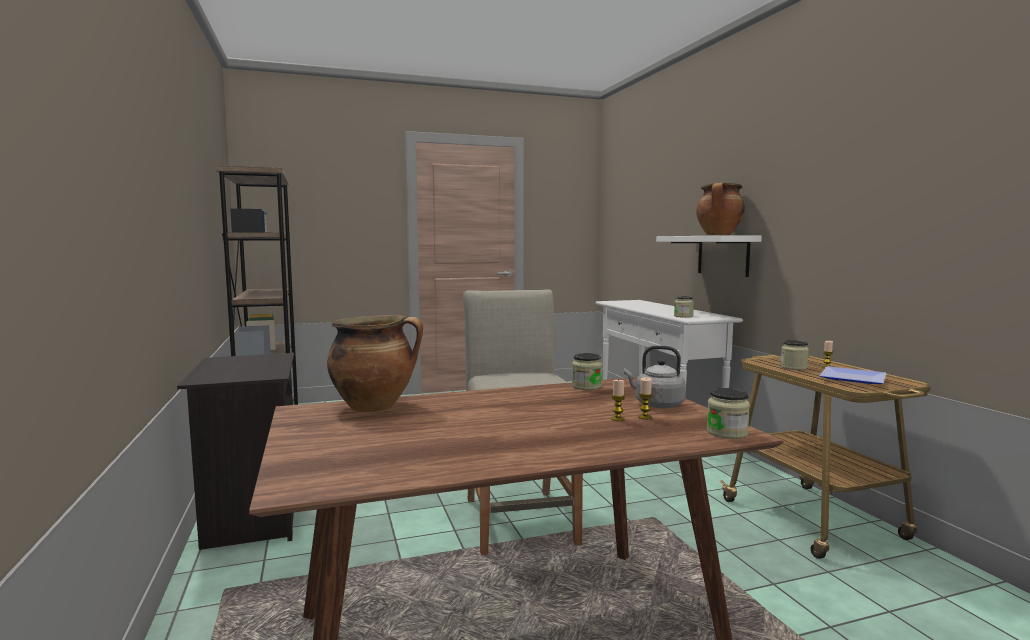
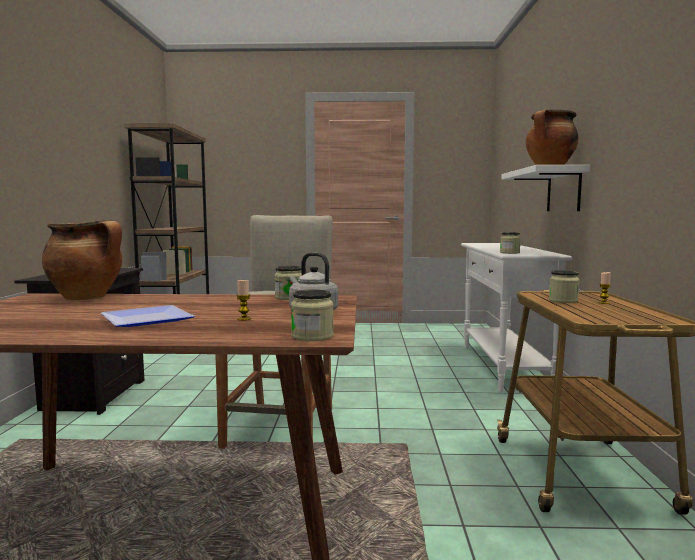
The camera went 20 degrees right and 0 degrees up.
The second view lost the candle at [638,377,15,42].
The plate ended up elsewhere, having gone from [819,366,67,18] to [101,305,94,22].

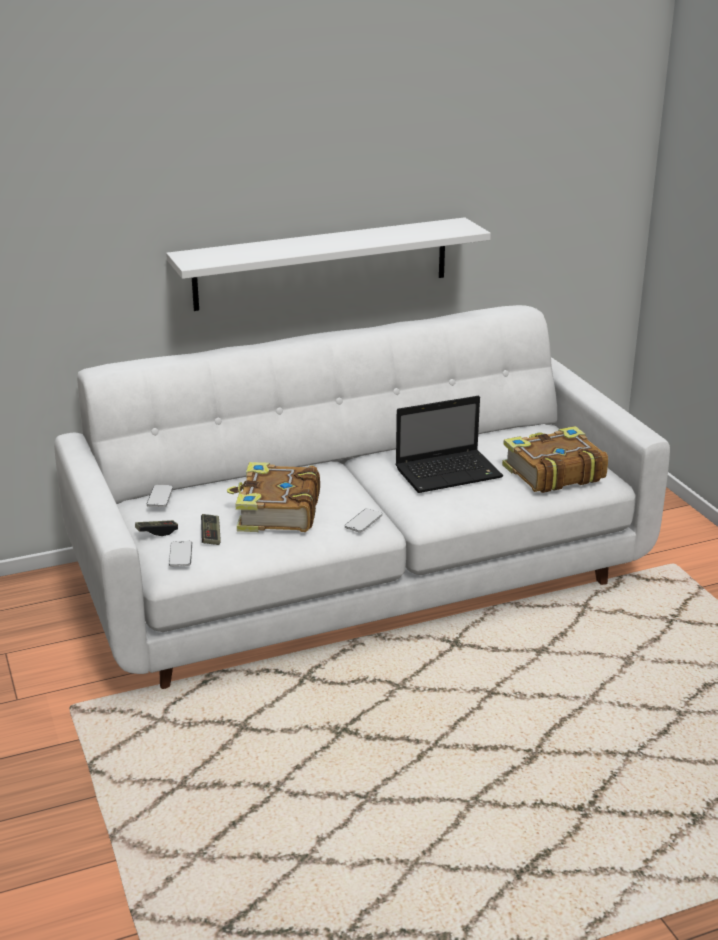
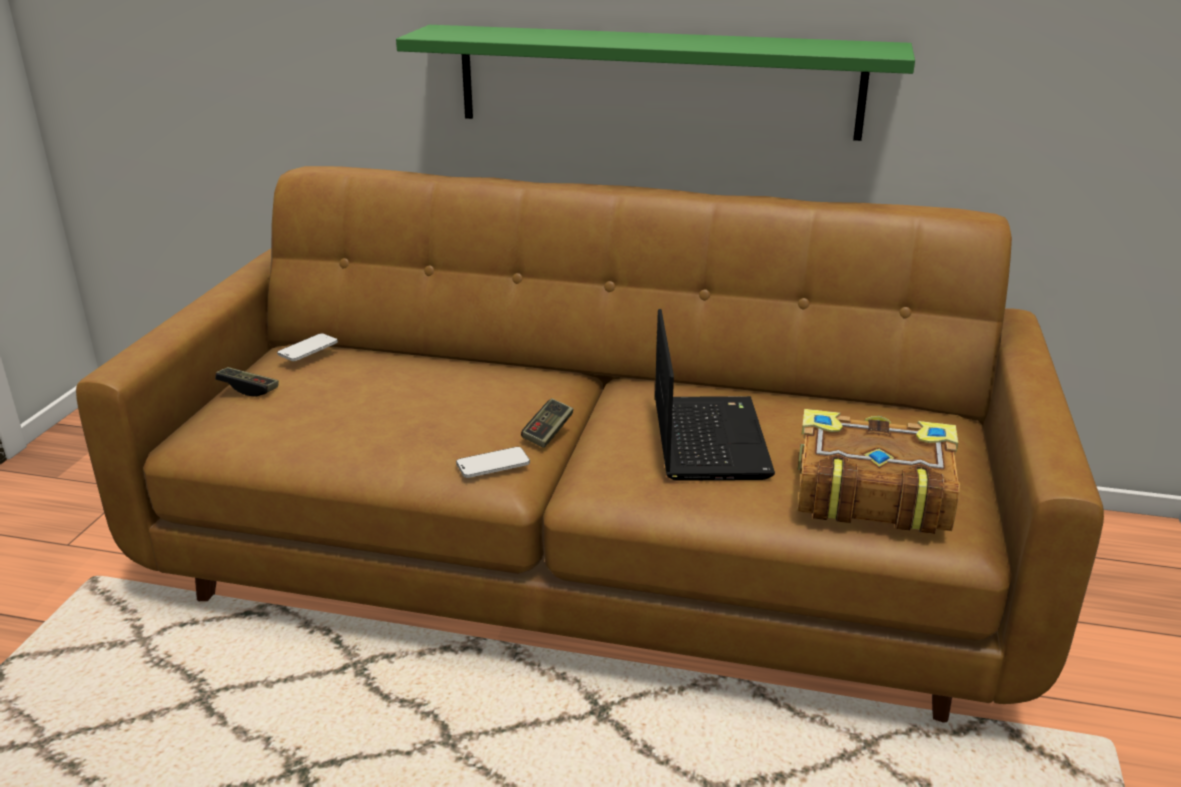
The camera went 35 degrees right and 0 degrees up.
The second view lost the phone at [169,541,23,26].
The second view lost the book at [227,462,93,70].
The game controller ended up elsewhere, having gone from [201,514,20,31] to [521,398,52,50].
What was the white sofa at [54,305,616,384] turned into the brown sofa at [76,166,1028,557].
What was the white shelf at [166,217,325,94] turned into the green shelf at [396,25,519,116].
The laptop at [395,396,108,97] ended up facing another way, 105 degrees counterclockwise from before.

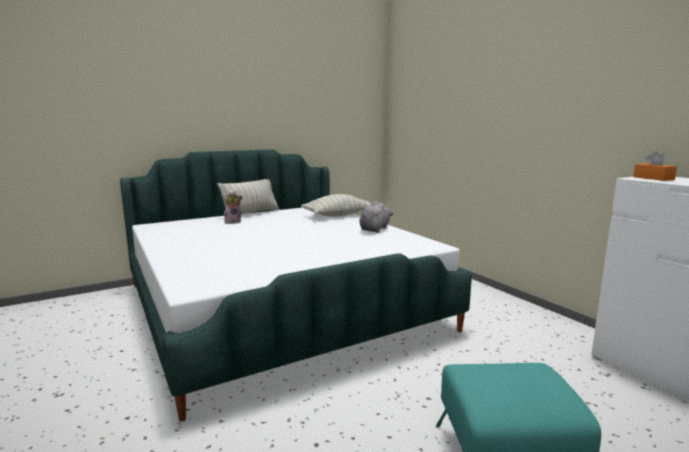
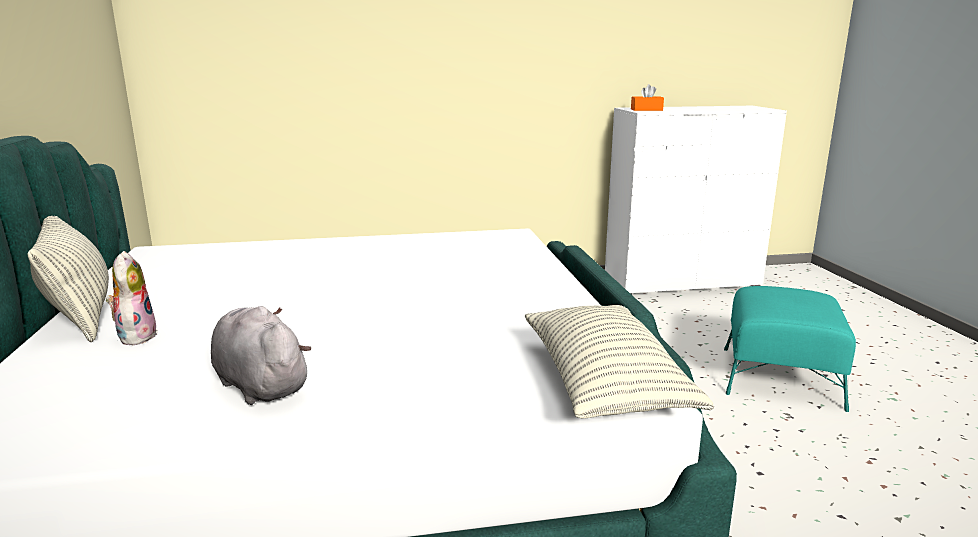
The camera went 70 degrees left and 5 degrees up.
The pillow ended up elsewhere, having gone from [301,194,70,23] to [525,305,189,114].
The grey plush toy ended up elsewhere, having gone from [360,201,33,32] to [211,306,100,99].

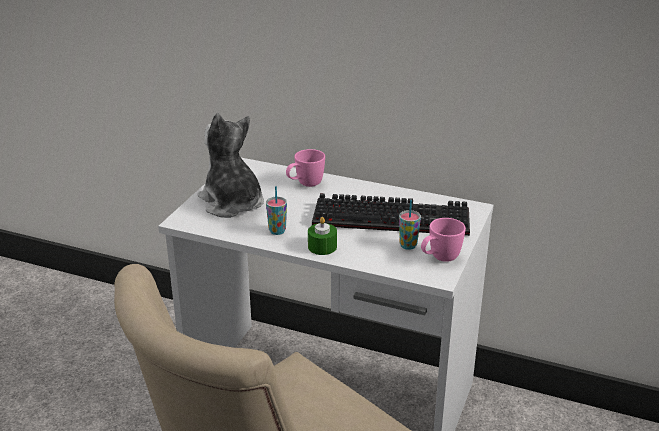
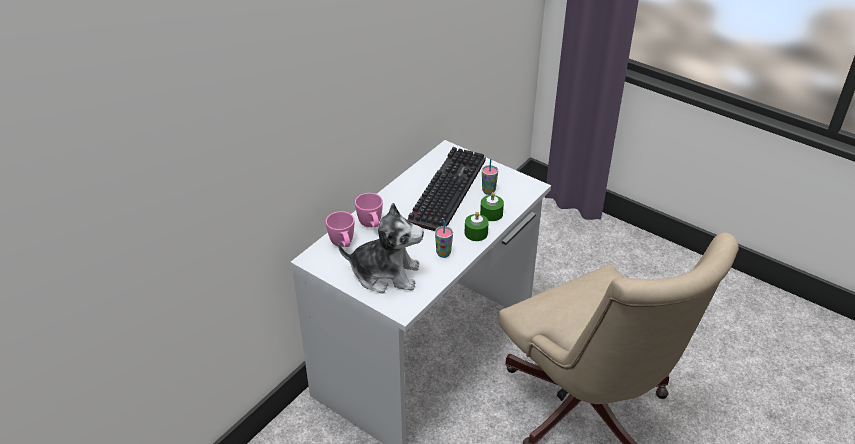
The camera went 75 degrees left and 10 degrees up.
The second view gained the green candle at [480,192,24,29].
The pink mug ended up elsewhere, having gone from [421,218,45,44] to [326,211,28,36].
The plush toy at [198,113,66,105] ended up facing another way, 150 degrees counterclockwise from before.

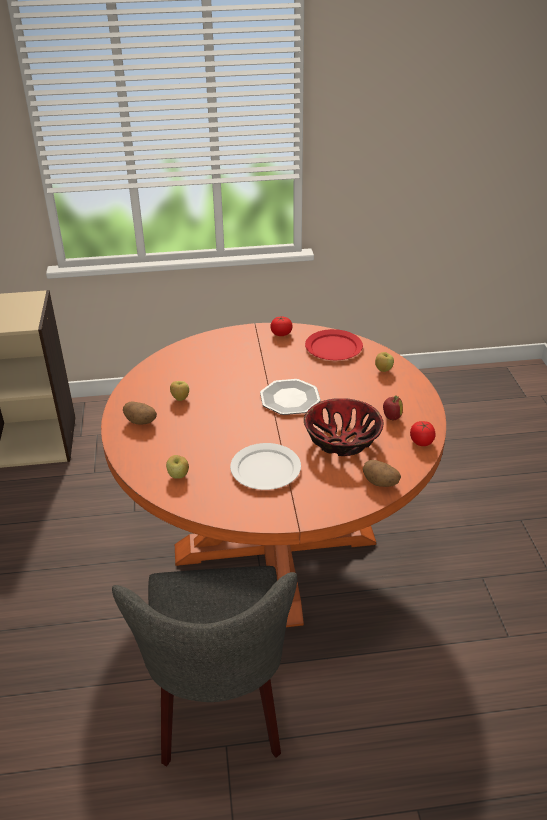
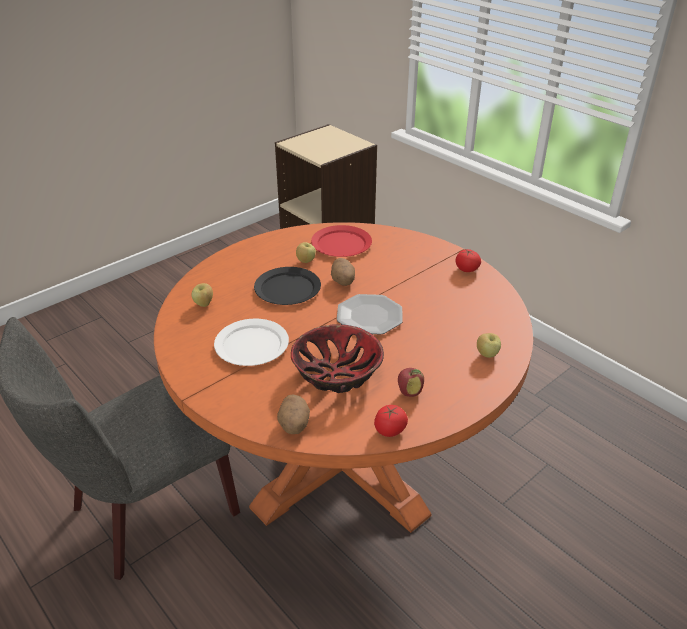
The camera went 55 degrees right and 0 degrees up.
The second view gained the black plate at [254,267,67,38].
The potato ended up elsewhere, having gone from [123,401,34,24] to [331,258,24,28].
The red plate ended up elsewhere, having gone from [305,329,58,31] to [311,225,61,32].

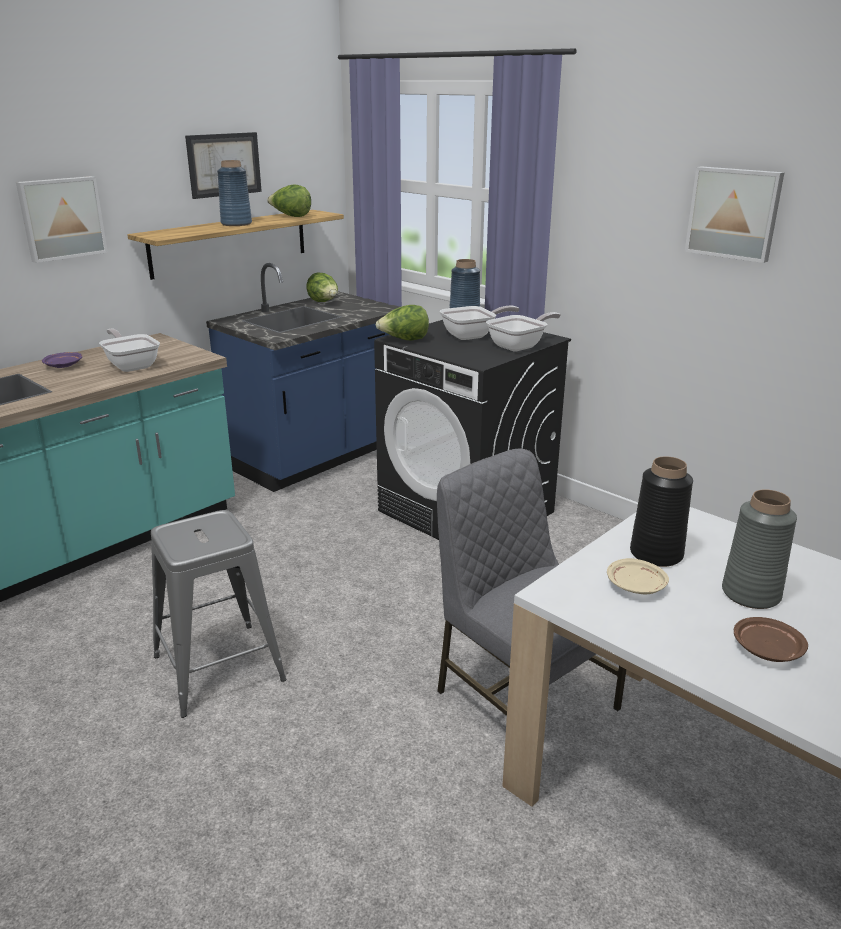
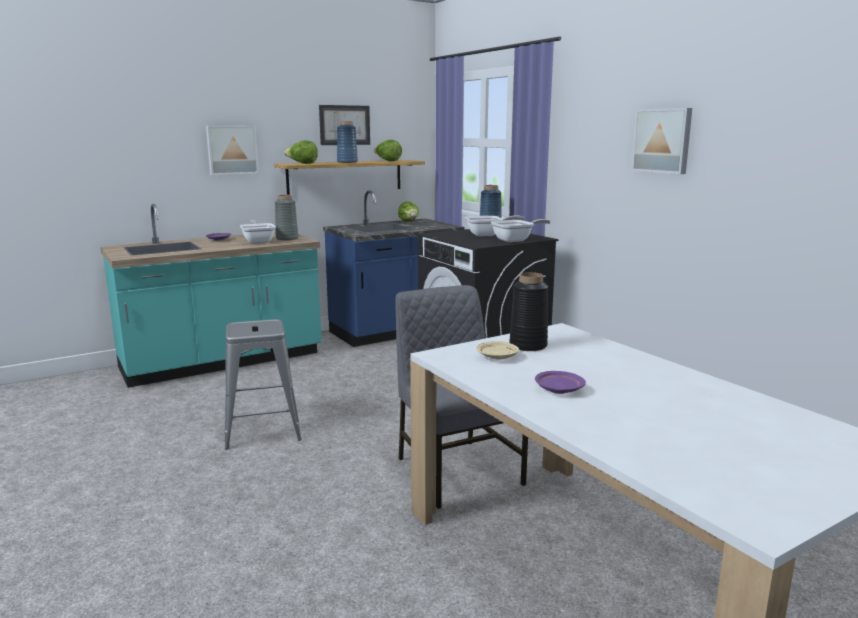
The camera went 15 degrees right and 10 degrees down.
The lettuce ended up elsewhere, having gone from [376,305,53,35] to [284,140,34,24].
The grey vase ended up elsewhere, having gone from [722,489,75,120] to [275,195,23,45].
What was the brown plate at [734,617,74,45] turned into the purple plate at [535,371,51,23].

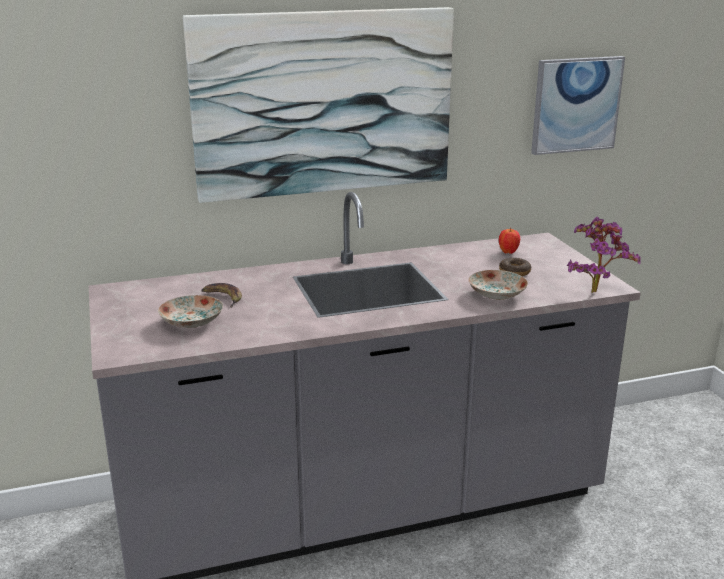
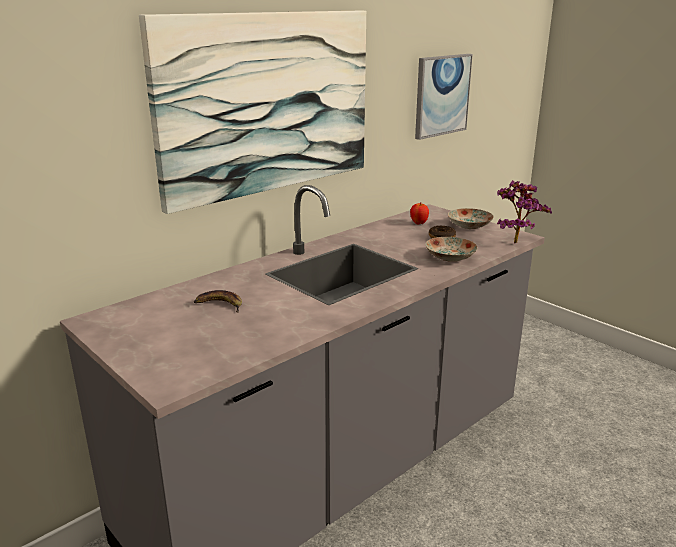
The camera went 25 degrees left and 0 degrees up.
The plate ended up elsewhere, having gone from [158,295,65,33] to [448,208,46,21].

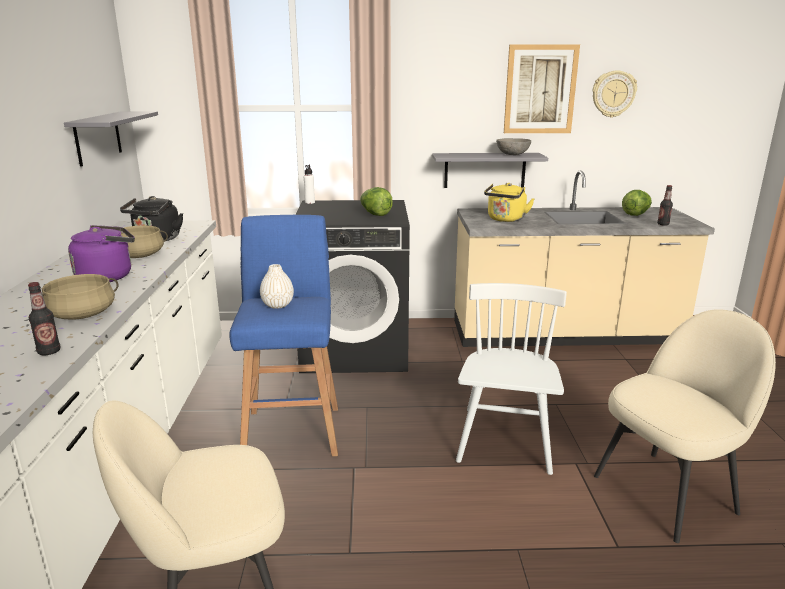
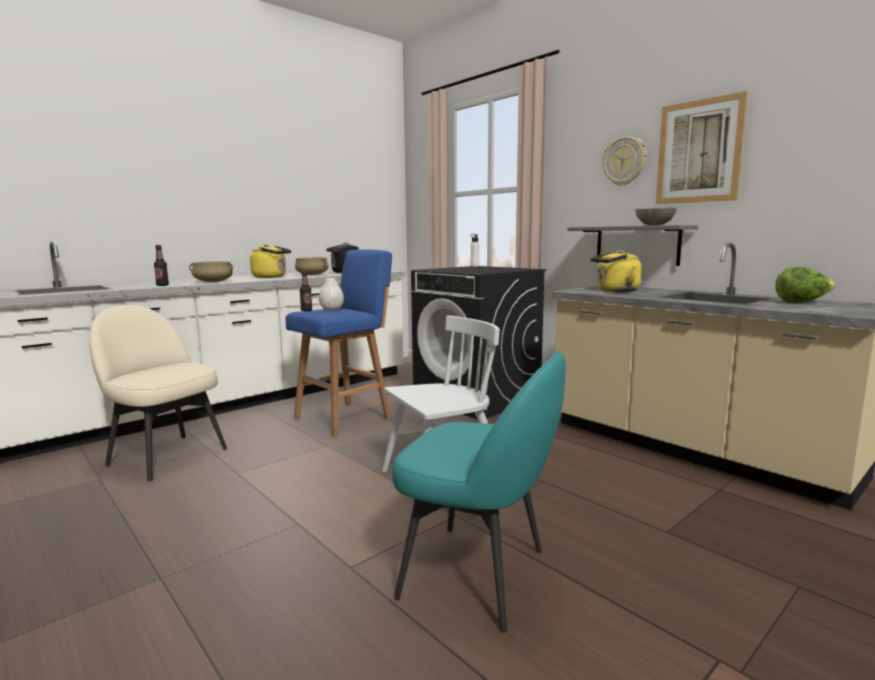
The camera went 50 degrees right and 10 degrees down.
The second view lost the grey shelf at [64,111,94,56].
The second view lost the lettuce at [360,187,33,29].
The wall clock ended up elsewhere, having gone from [592,70,45,48] to [603,136,44,50].
The bottle ended up elsewhere, having gone from [657,185,16,41] to [300,271,12,40].
What was the purple kettle at [68,225,67,57] turned into the yellow kettle at [250,244,41,34].
What was the beige chair at [594,309,182,234] turned into the turquoise chair at [392,351,174,282].

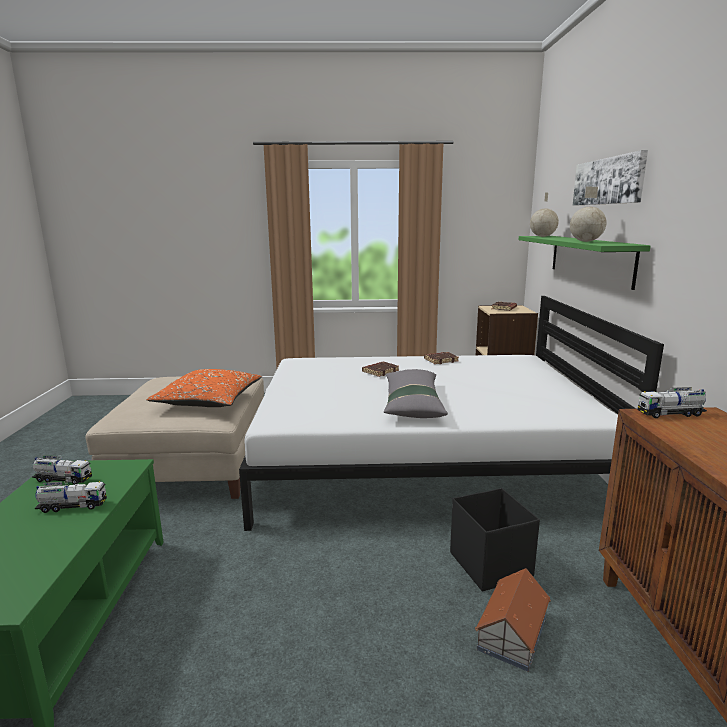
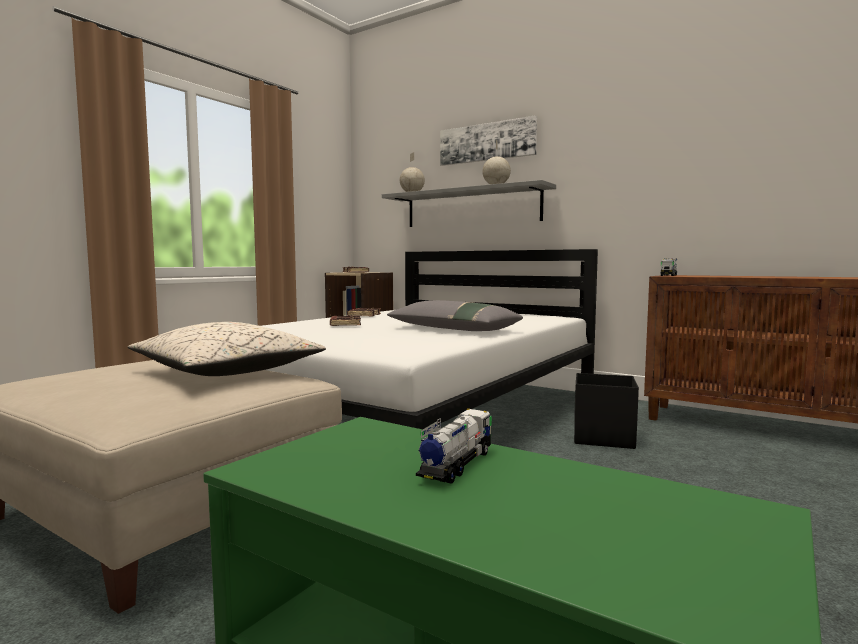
The camera went 55 degrees left and 10 degrees down.
The second view lost the toy truck at [32,455,60,30].
The second view lost the toy house at [475,568,76,104].
What was the orange pillow at [147,369,115,38] turned into the beige pillow at [128,322,198,54].
What was the green shelf at [519,236,131,54] turned into the grey shelf at [382,180,174,47].

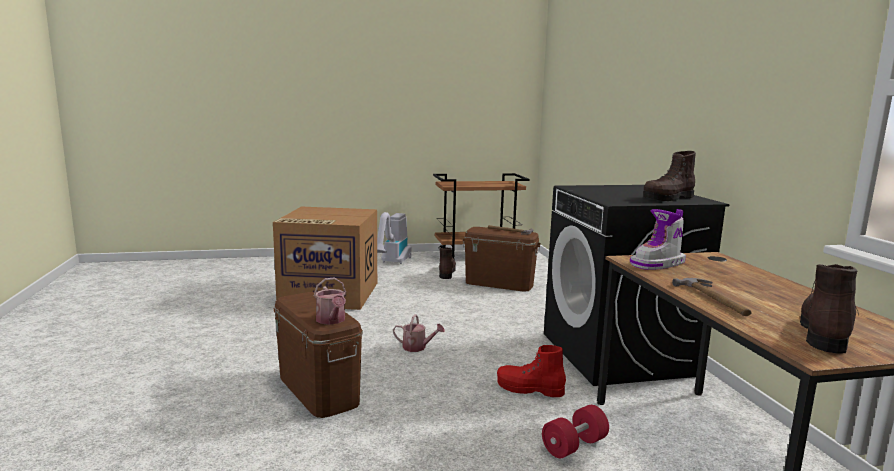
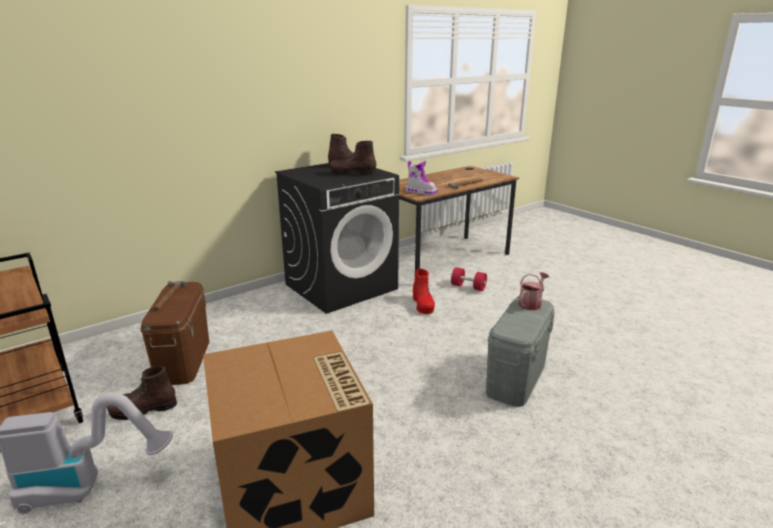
The camera went 115 degrees left and 10 degrees up.
The second view lost the watering can at [393,314,52,38].
The brown boot ended up elsewhere, having gone from [800,264,59,90] to [330,141,47,35].
What was the brown storage box at [274,292,89,126] turned into the grey storage box at [486,296,69,111].

